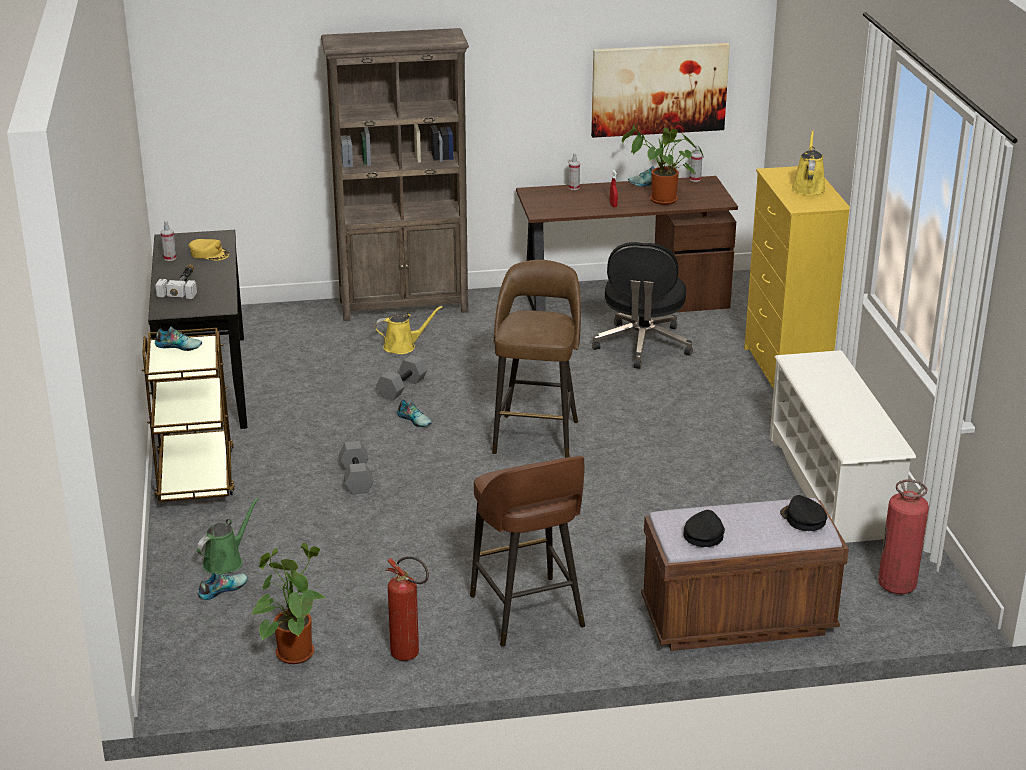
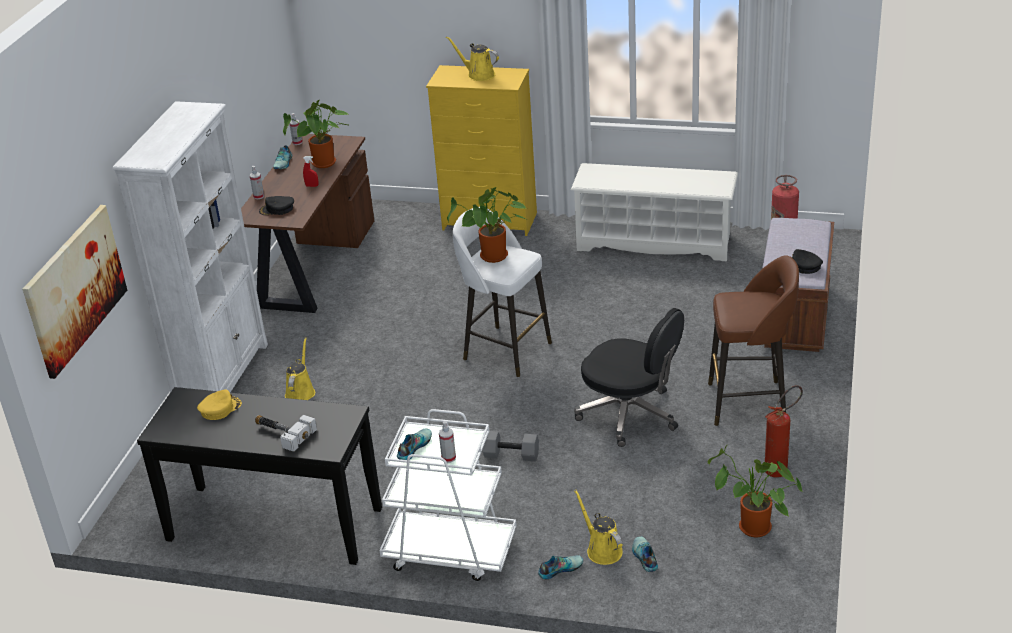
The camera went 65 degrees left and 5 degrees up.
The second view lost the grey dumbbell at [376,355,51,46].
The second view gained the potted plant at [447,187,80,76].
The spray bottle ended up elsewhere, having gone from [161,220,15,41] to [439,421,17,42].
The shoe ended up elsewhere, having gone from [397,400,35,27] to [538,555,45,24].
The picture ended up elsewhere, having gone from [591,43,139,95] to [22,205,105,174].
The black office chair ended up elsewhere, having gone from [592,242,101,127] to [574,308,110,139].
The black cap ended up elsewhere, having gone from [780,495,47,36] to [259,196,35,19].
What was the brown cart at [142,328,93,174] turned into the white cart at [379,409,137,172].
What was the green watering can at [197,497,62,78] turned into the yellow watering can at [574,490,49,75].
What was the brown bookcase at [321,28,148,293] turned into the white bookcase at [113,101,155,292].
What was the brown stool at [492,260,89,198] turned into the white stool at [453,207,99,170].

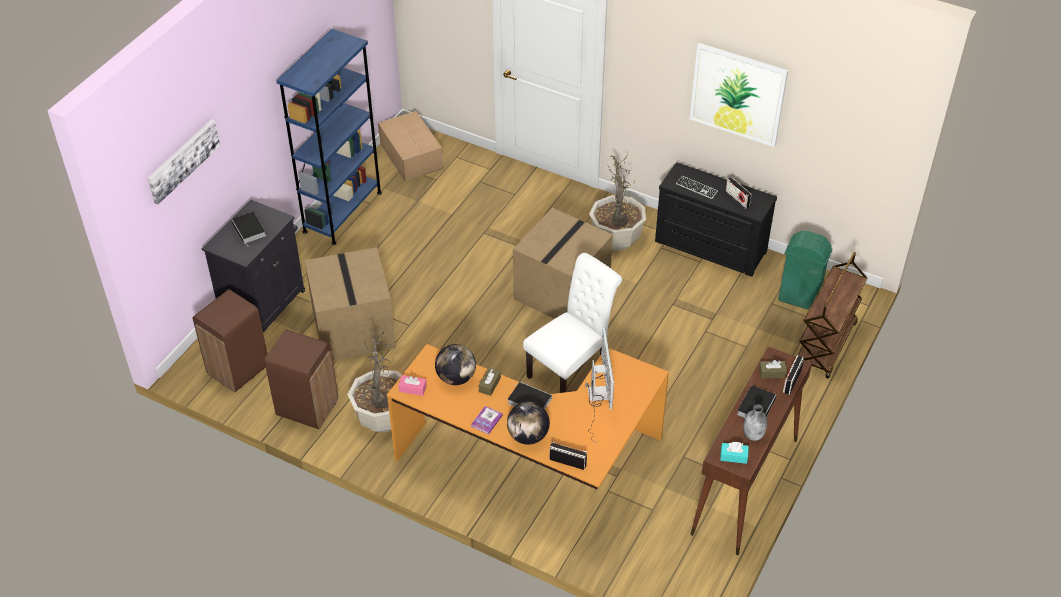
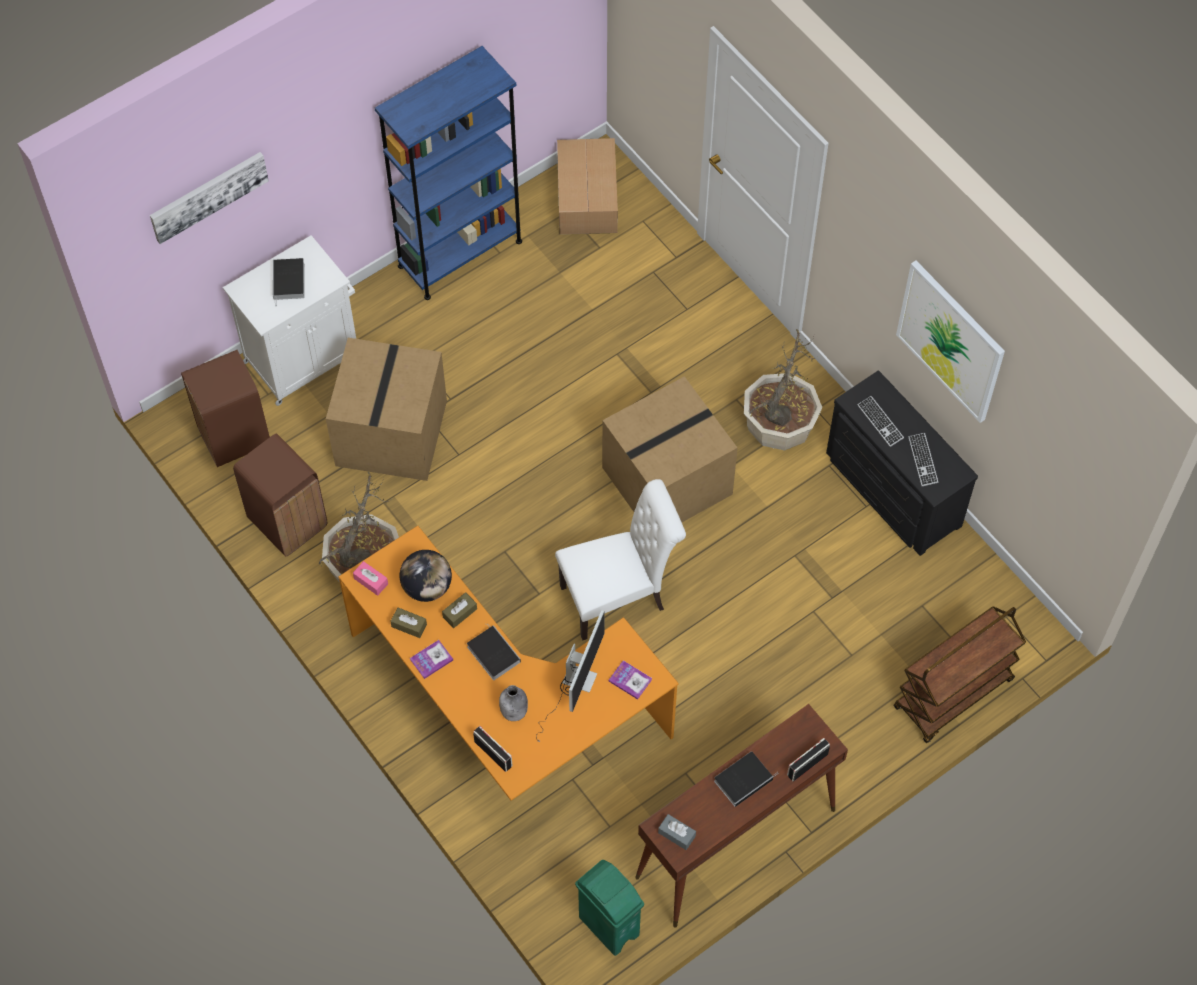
The camera went 25 degrees right and 15 degrees up.
The second view lost the globe at [507,402,43,43].
The second view gained the book at [609,660,43,40].
The grey bottle ended up elsewhere, having gone from [743,404,25,37] to [499,685,29,36].
The brown tissue box ended up elsewhere, having gone from [759,360,28,19] to [390,608,37,30].
The green trash can ended up elsewhere, having gone from [778,231,54,79] to [575,860,69,96].
Where the radio stood at [725,177,27,32], the keyboard came to stand at [908,433,30,53].
What was the black cabinet at [202,199,103,133] turned into the white cabinet at [223,235,133,171].
What was the turquoise tissue box at [720,442,29,22] turned into the grey tissue box at [658,814,38,36].

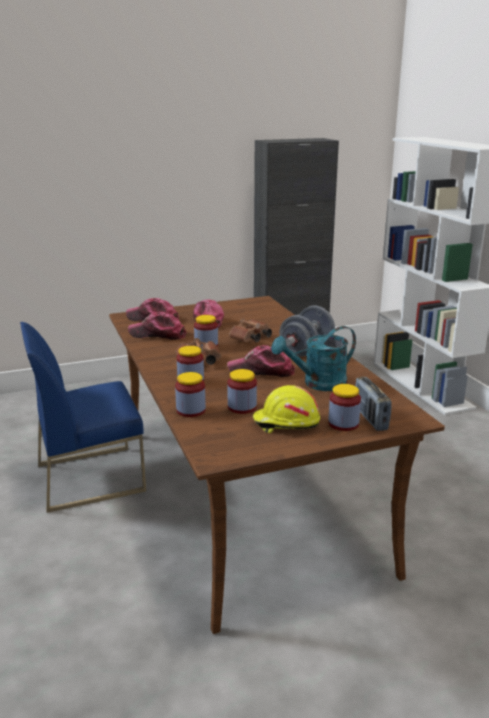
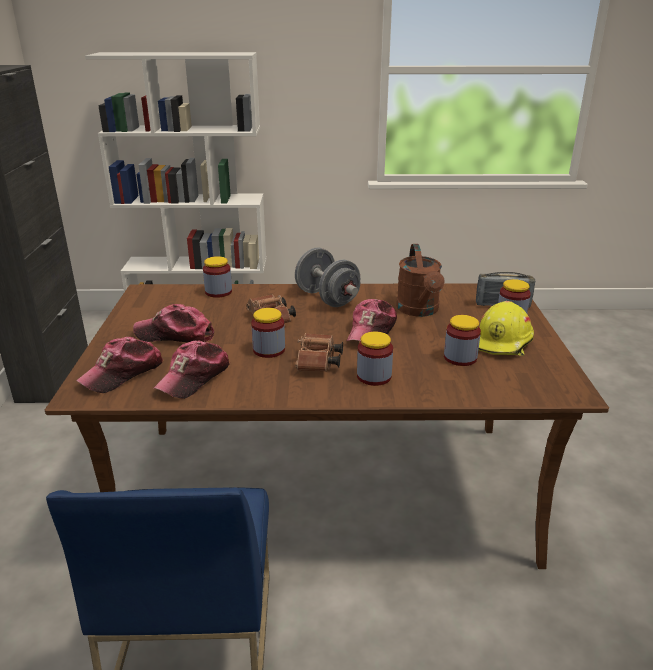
The camera went 70 degrees left and 5 degrees up.
The jar ended up elsewhere, having gone from [175,372,31,45] to [203,256,29,42].
What was the turquoise watering can at [271,326,85,65] turned into the brown watering can at [396,244,49,73].

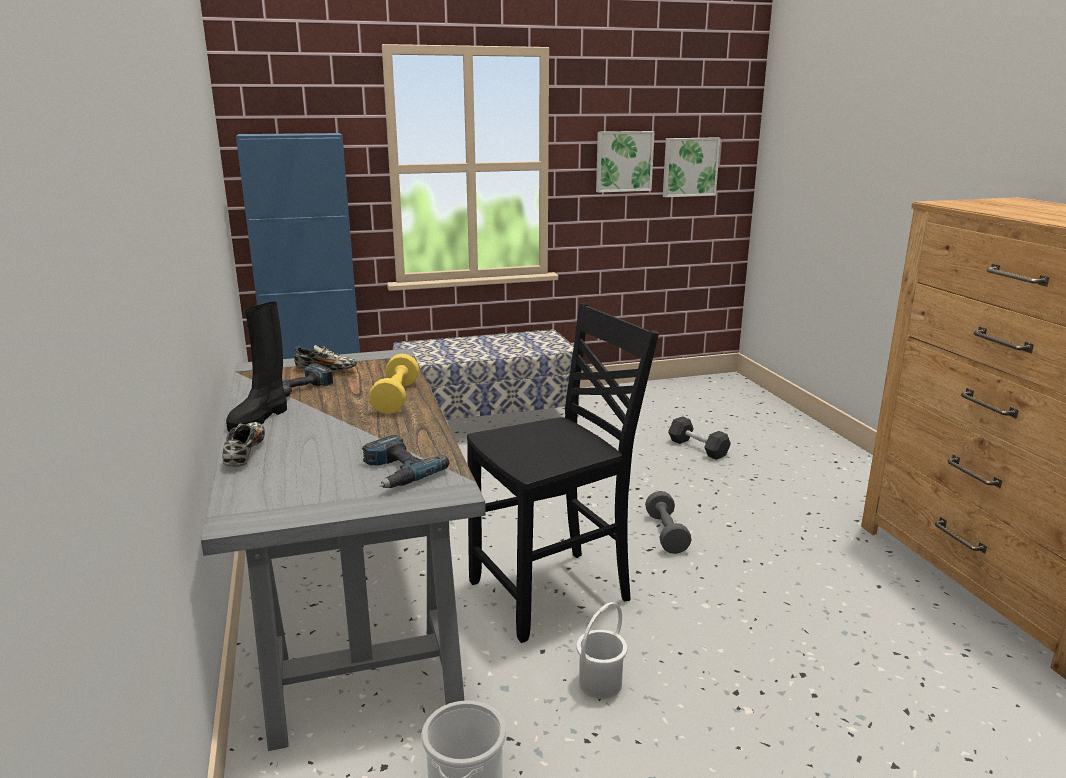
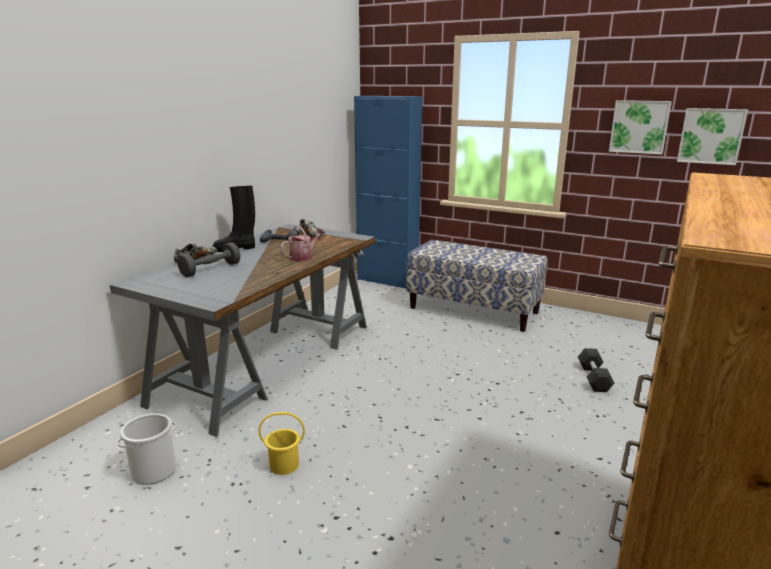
The camera went 45 degrees right and 0 degrees up.
The second view lost the power drill at [362,435,87,53].
The second view lost the black chair at [467,303,192,340].
The grey dumbbell ended up elsewhere, having gone from [645,491,47,63] to [177,242,63,35].
Where the yellow dumbbell stood at [369,354,50,60], the watering can came to stand at [281,226,44,36].
What was the white bucket at [576,602,51,97] turned into the yellow bucket at [258,412,47,63].

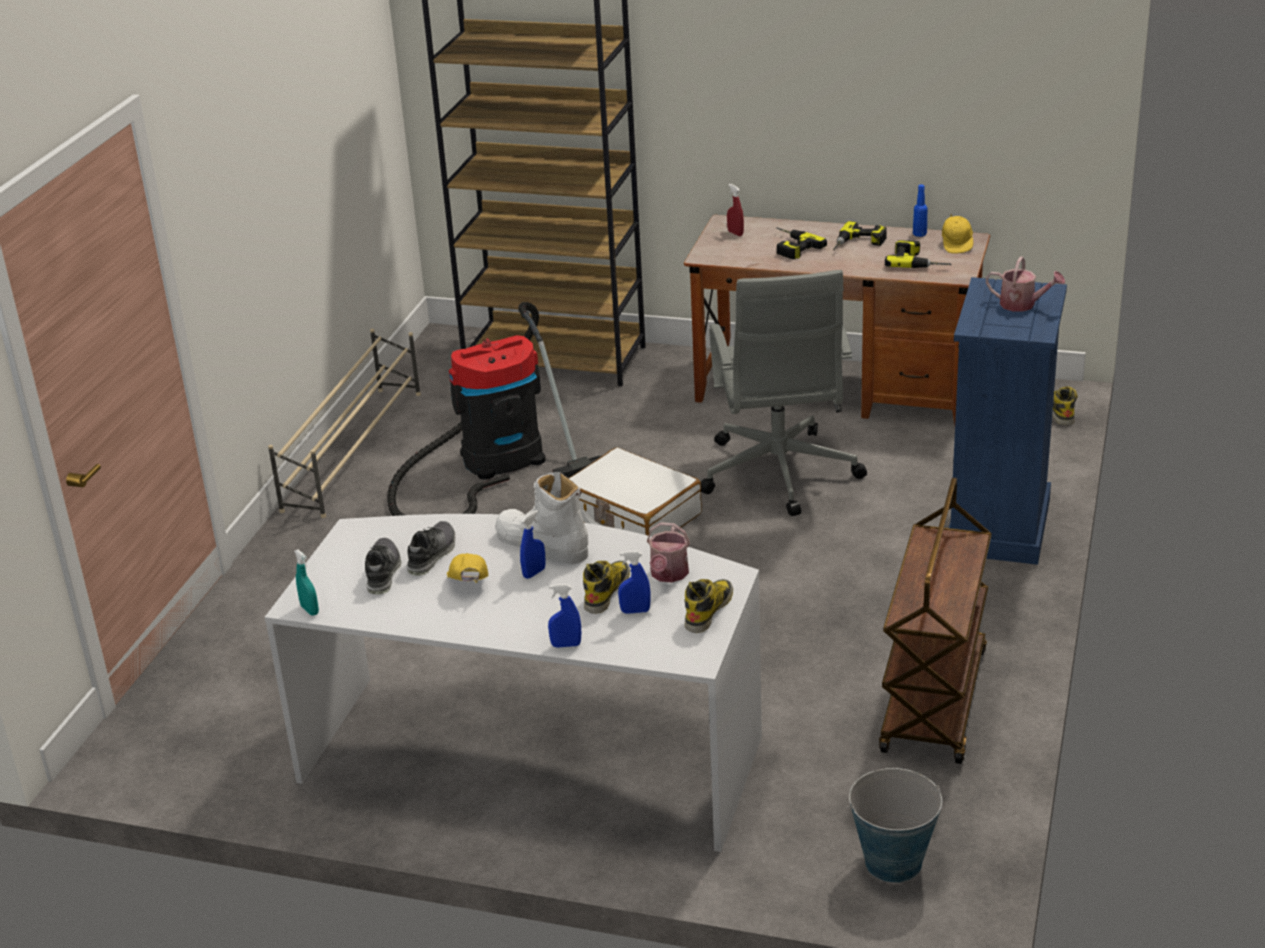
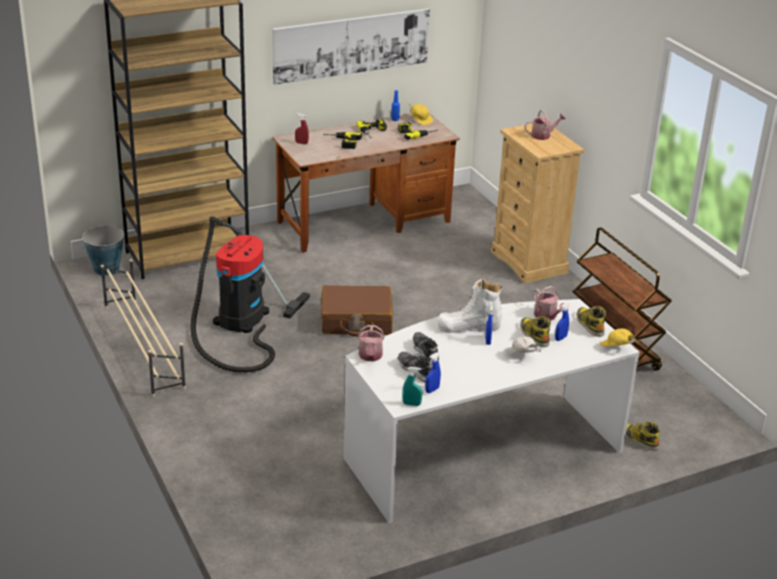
The camera went 45 degrees left and 0 degrees up.
The second view lost the grey office chair at [701,270,166,246].
The second view gained the picture at [272,9,158,76].
The second view gained the watering can at [358,325,27,36].
The second view gained the white cap at [505,336,36,17].
The yellow cap ended up elsewhere, having gone from [447,553,42,30] to [600,328,40,18].
The blue spray bottle ended up elsewhere, having gone from [548,584,33,64] to [425,352,16,41].
The bucket ended up elsewhere, having gone from [846,768,96,115] to [82,226,42,50].
The boot ended up elsewhere, having gone from [1052,386,25,39] to [625,421,35,29].
What was the white suitcase at [569,447,133,90] turned into the brown suitcase at [321,285,72,52].
What was the blue dresser at [949,277,118,288] turned into the beige dresser at [491,124,93,159].

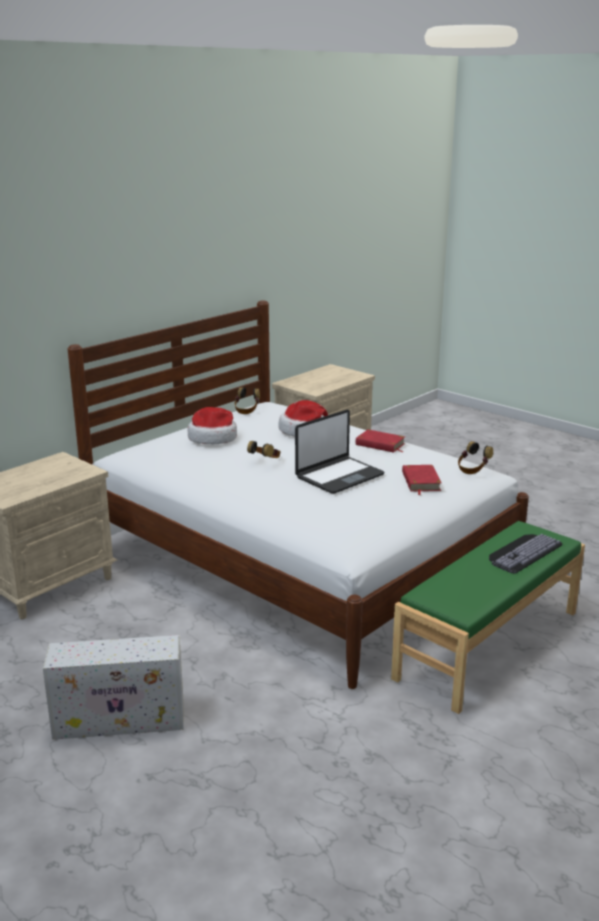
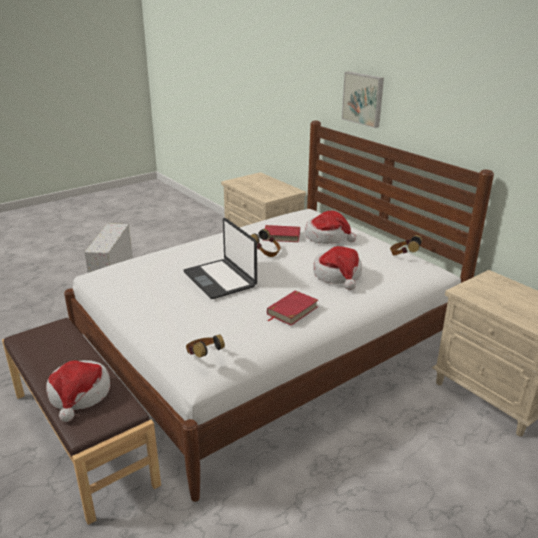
The camera went 100 degrees right and 5 degrees up.
The second view gained the picture at [342,71,42,57].
The red book ended up elsewhere, having gone from [402,465,40,30] to [264,225,36,17].
Where the keyboard stood at [489,534,74,40], the hat came to stand at [46,360,64,62].
What was the green bench at [391,521,194,193] turned into the brown bench at [2,318,159,207].

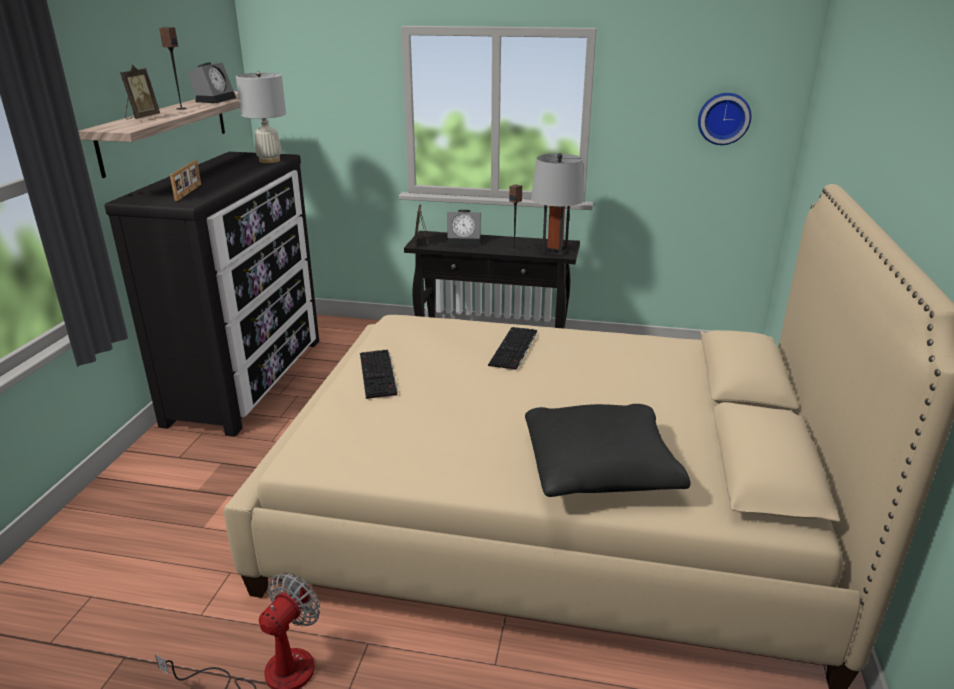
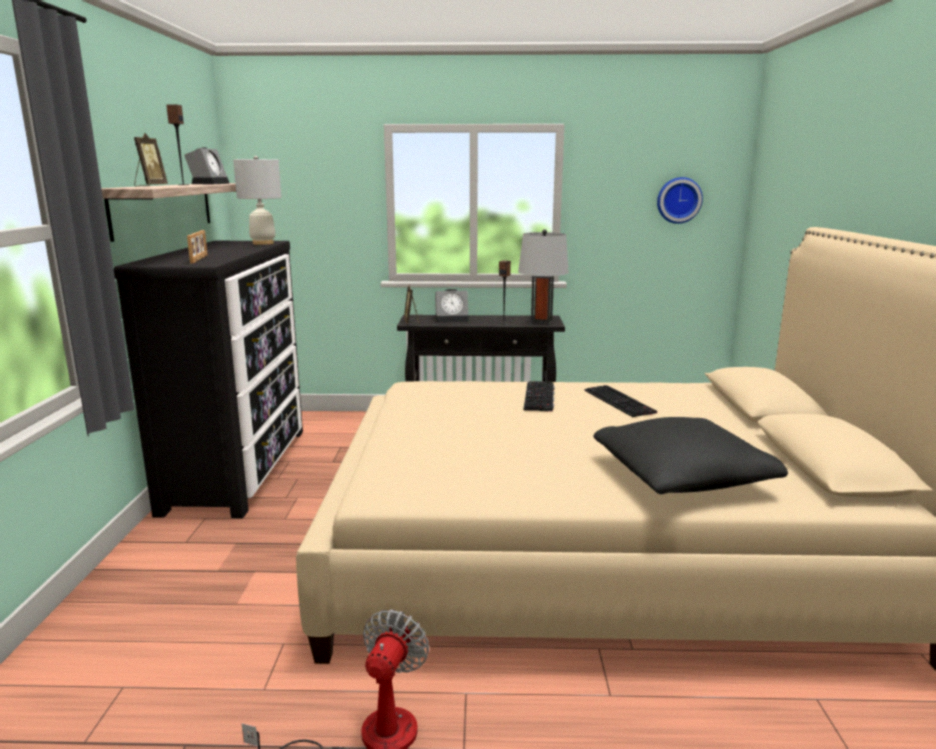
The camera went 10 degrees left and 10 degrees down.
The keyboard ended up elsewhere, having gone from [360,350,37,49] to [584,385,73,32].

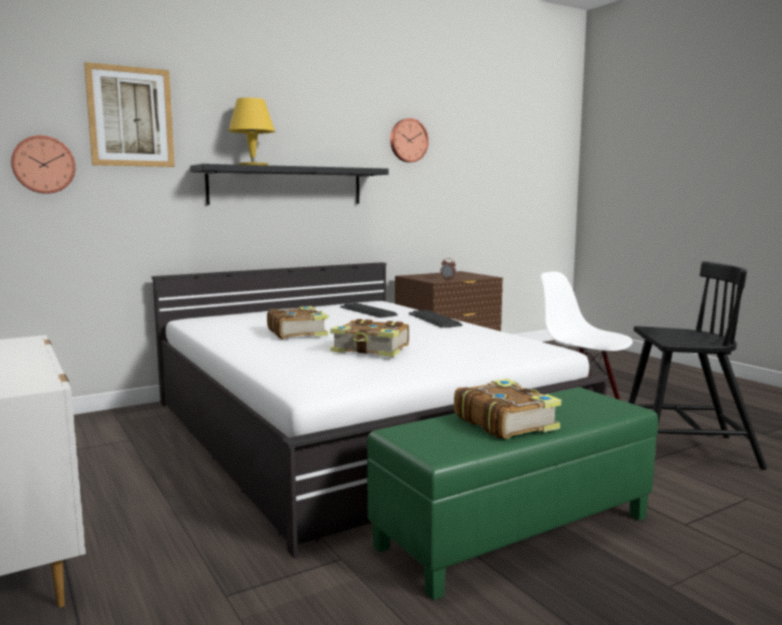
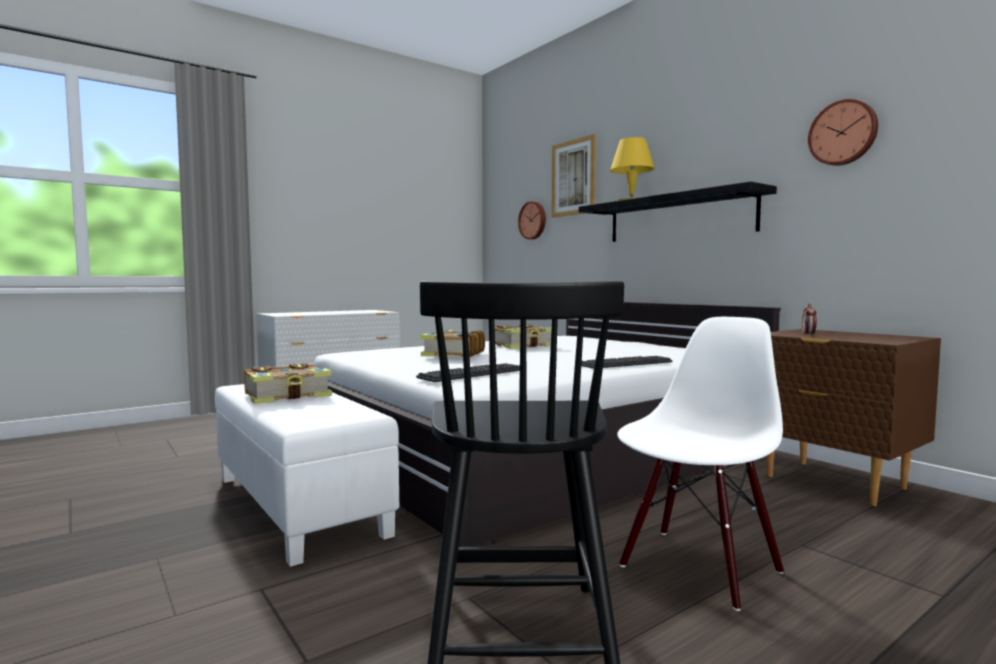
The camera went 85 degrees right and 5 degrees down.
The keyboard ended up elsewhere, having gone from [340,303,58,15] to [416,363,104,19].
What was the green ottoman at [367,387,291,213] turned into the white ottoman at [215,384,184,183].

